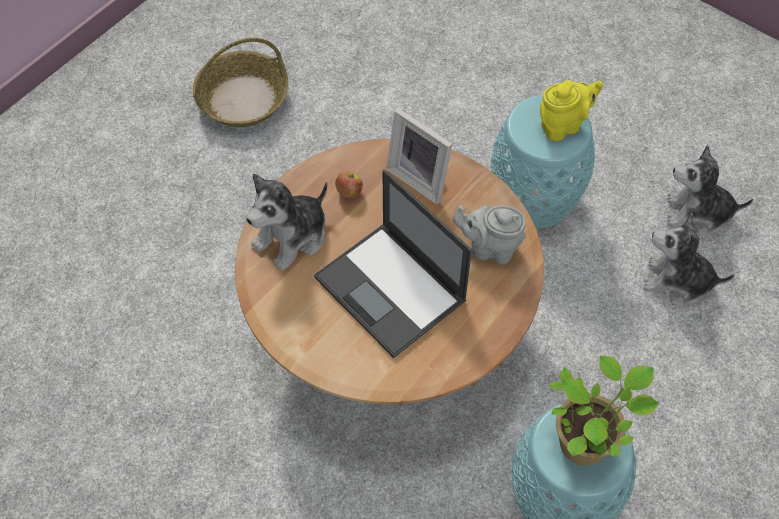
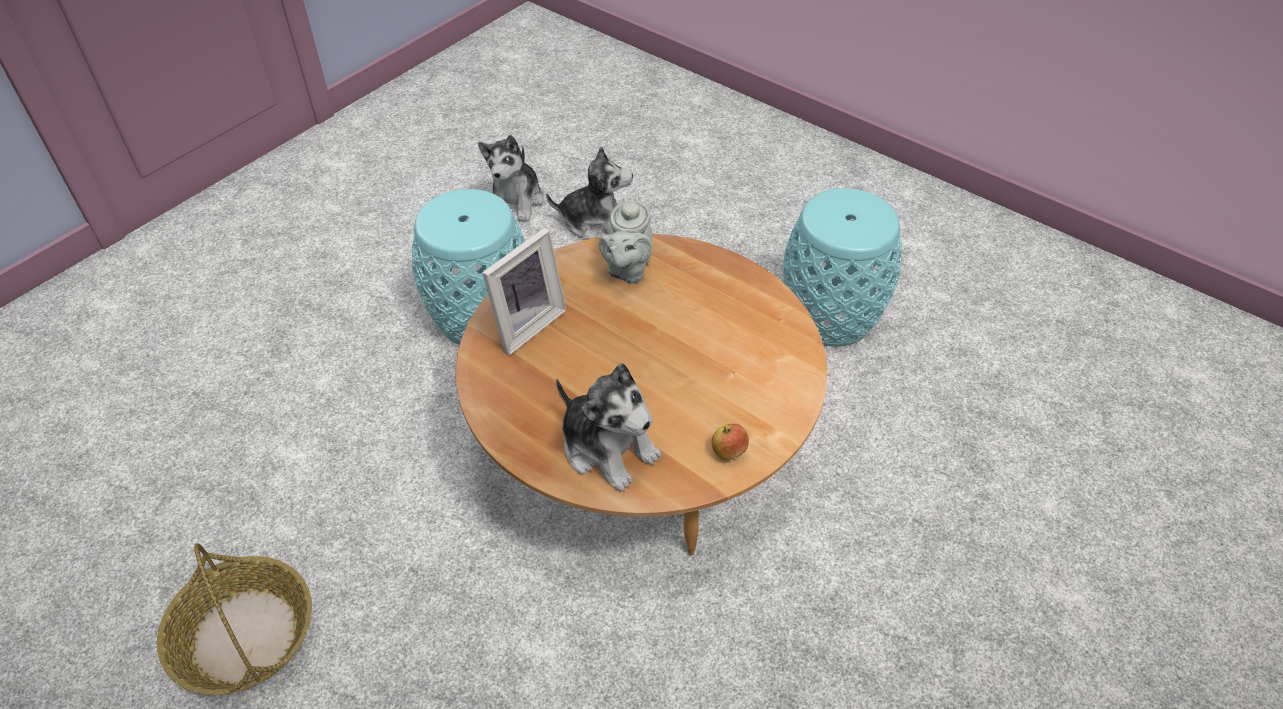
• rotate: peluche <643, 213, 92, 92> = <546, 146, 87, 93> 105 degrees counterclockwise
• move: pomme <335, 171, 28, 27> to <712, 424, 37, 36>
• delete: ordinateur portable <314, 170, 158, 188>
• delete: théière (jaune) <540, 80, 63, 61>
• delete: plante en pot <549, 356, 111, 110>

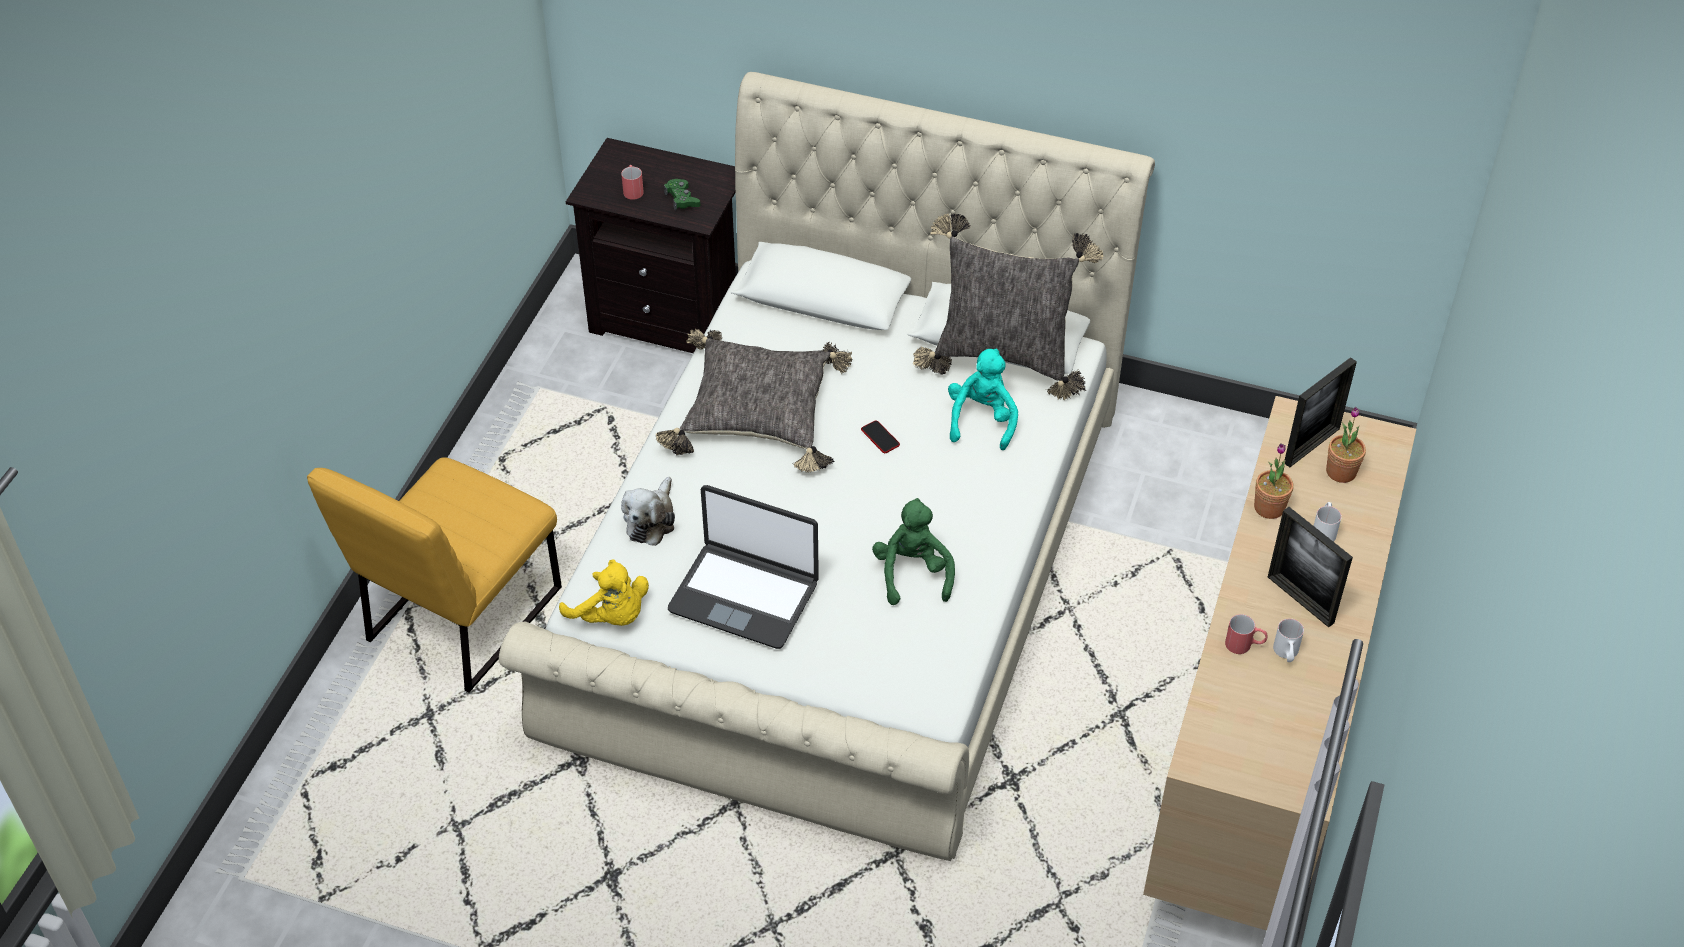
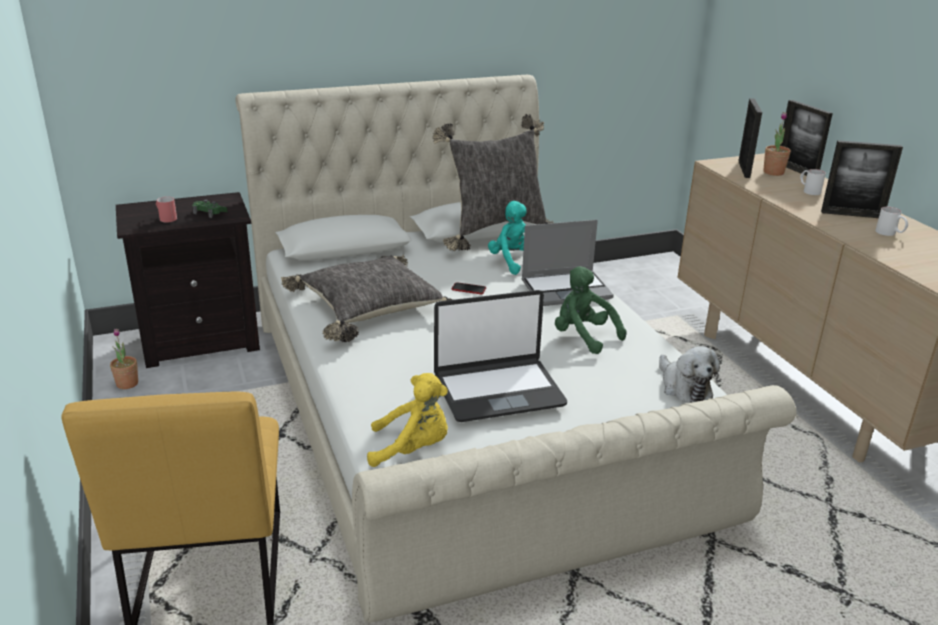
• move: plante en pot <1254, 443, 39, 76> to <110, 329, 28, 60>
• insert: ordinateur portable <521, 220, 93, 86>
• move: peluche <621, 477, 54, 69> to <659, 346, 61, 57>
• insert: cadre photo <780, 100, 53, 76>
• delete: mug (rouge) <1225, 614, 42, 40>

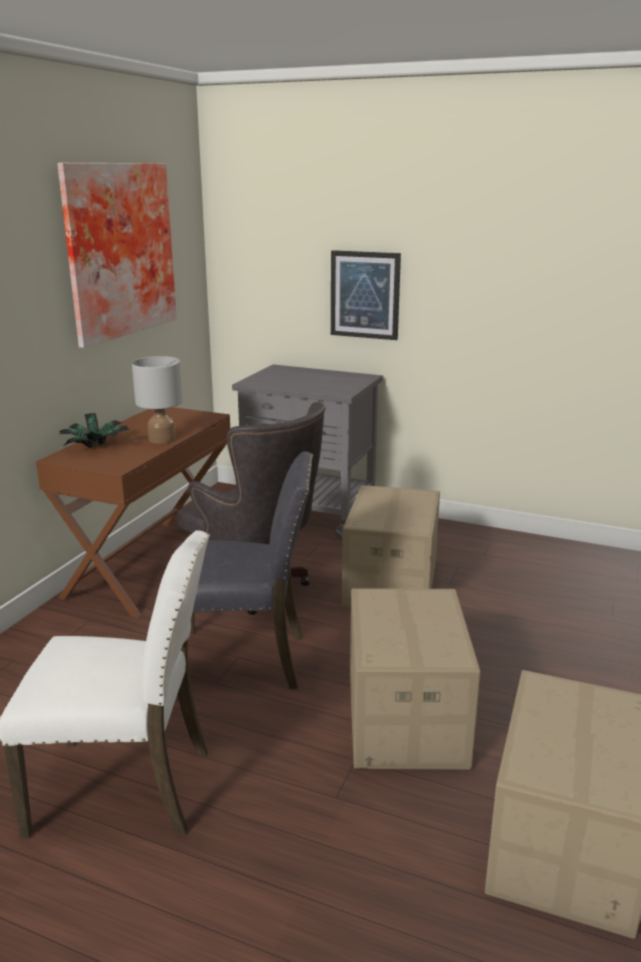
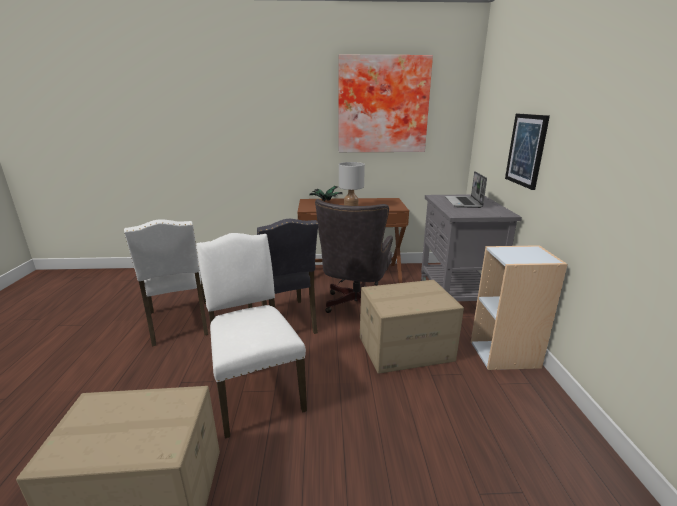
• replace: carton <350, 588, 131, 182> to chaise (blanc) <196, 233, 111, 206>
• insert: ordinateur portable <445, 171, 42, 37>
• insert: bibliothèque <471, 245, 97, 125>

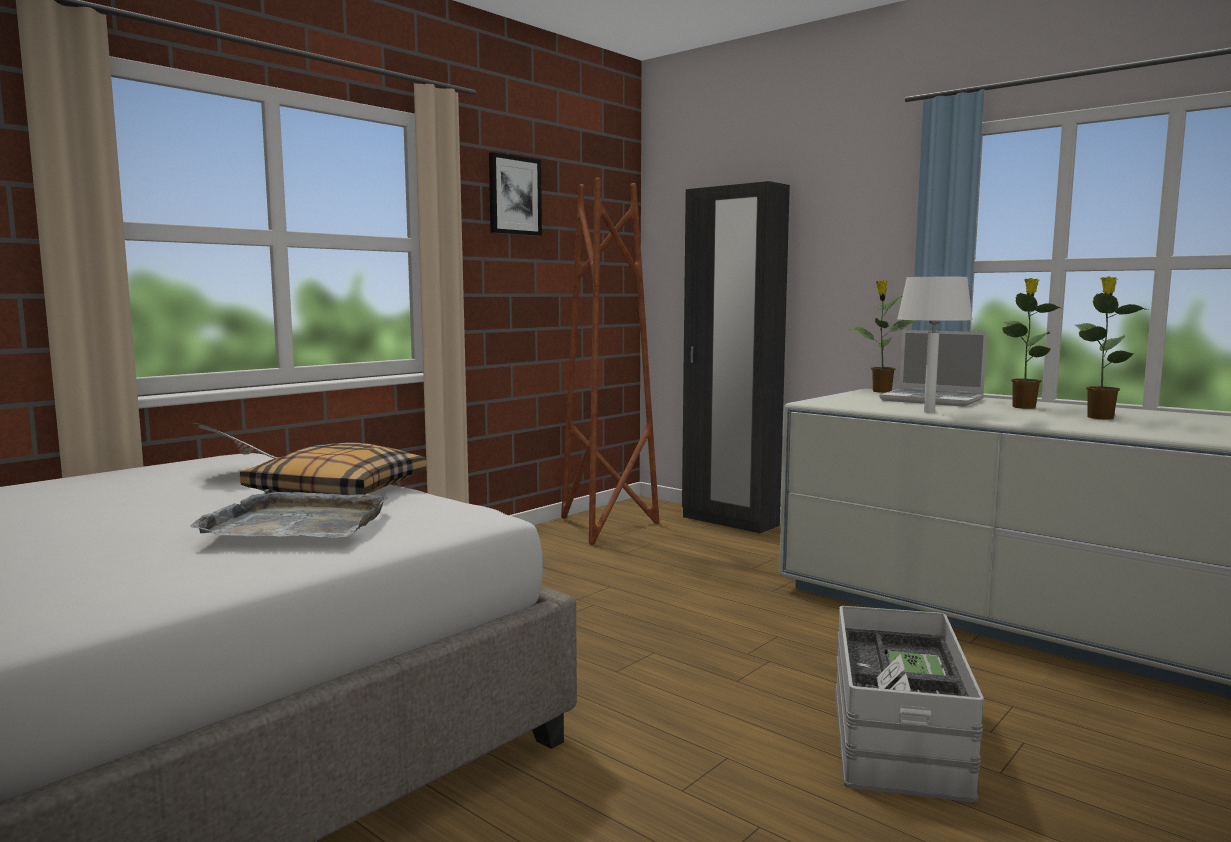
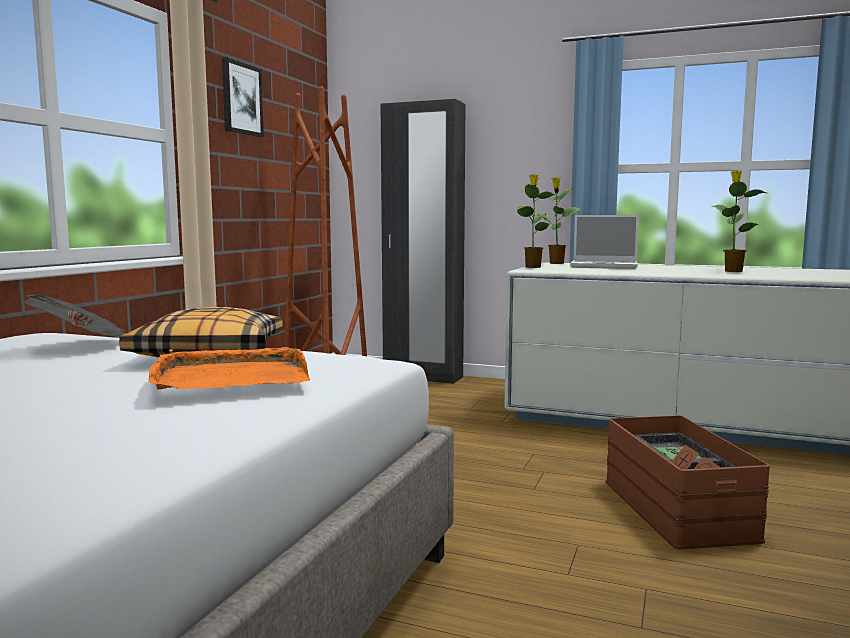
• recolor: plateau (gris) <190, 489, 198, 49> to plateau (orange) <148, 347, 162, 42>
• move: plante en pot <1002, 278, 58, 131> to <517, 174, 38, 94>
• recolor: boîte de rangement (gris) <835, 606, 149, 196> to boîte de rangement (marron) <606, 415, 164, 135>
• delete: lampe de table (blanc) <897, 277, 76, 136>

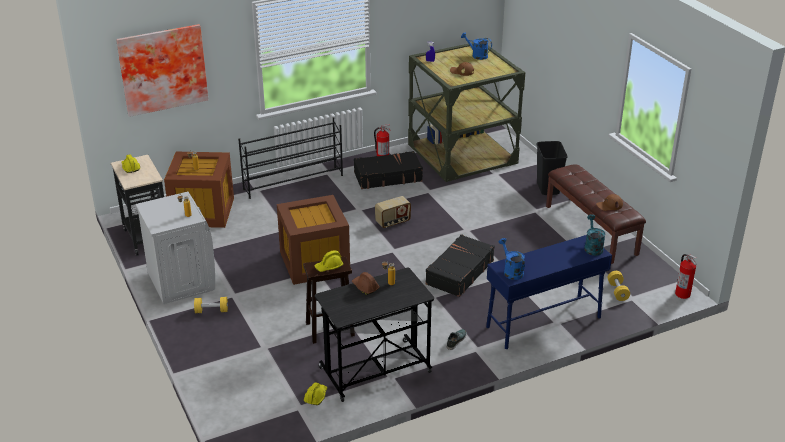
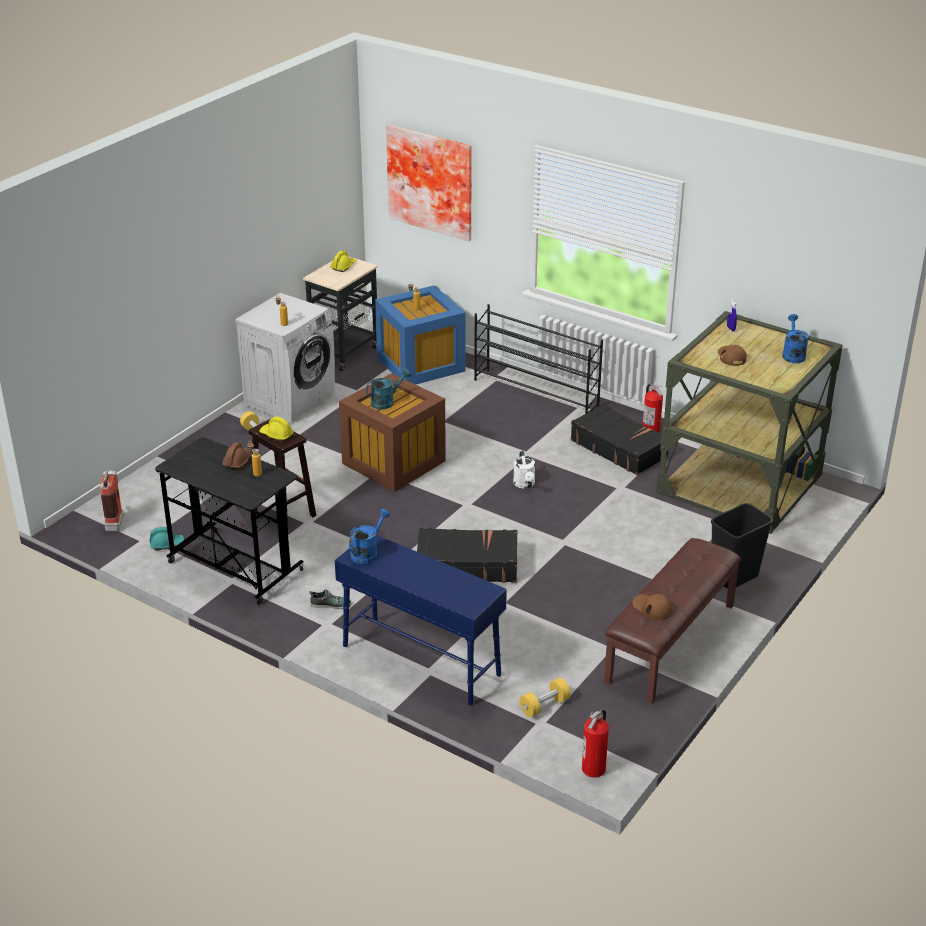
• insert: extincteur <100, 470, 24, 62>
• recolor: casque de chantier (jaune) <304, 382, 23, 23> to casque de chantier (turquoise) <150, 527, 35, 23>
• move: arrosoir (turquoise) <584, 214, 21, 42> to <366, 369, 45, 41>
• recolor: boîte de rangement (marron) <164, 152, 70, 76> to boîte de rangement (bleu) <375, 285, 91, 100>
• replace: radio <375, 196, 36, 32> to arrosoir (blanc) <513, 450, 22, 39>

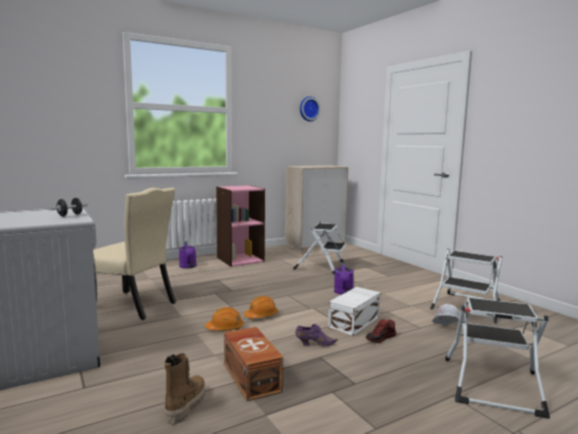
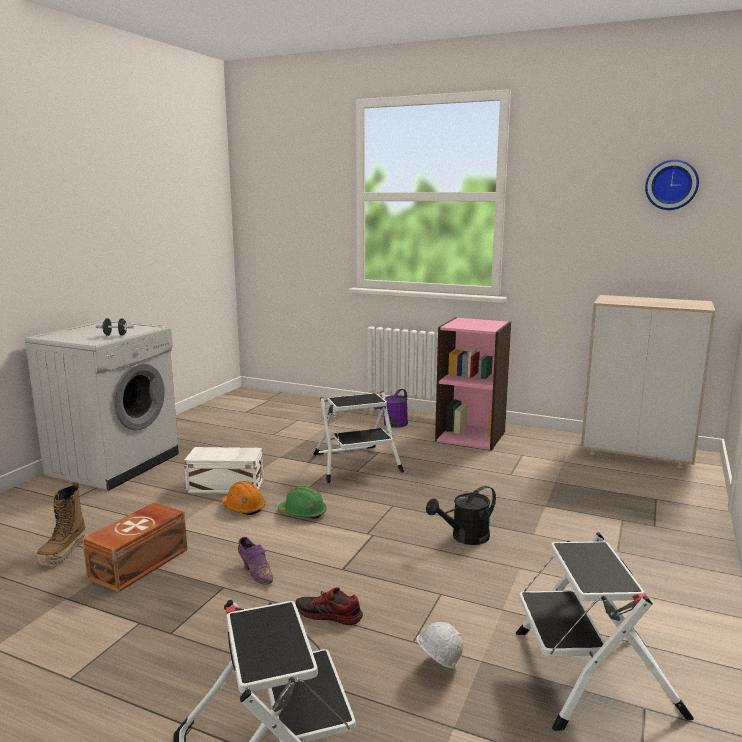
• rotate: botte <164, 354, 41, 71> = <37, 482, 49, 83> 120 degrees clockwise
• move: boîte de rangement (blanc) <328, 287, 53, 49> to <184, 447, 80, 47>
• recolor: casque de chantier (orange) <244, 296, 34, 22> to casque de chantier (vert) <278, 486, 49, 33>
• move: escabeau <292, 221, 54, 54> to <313, 391, 91, 92>
• recolor: arrosoir (violet) <334, 262, 20, 33> to arrosoir (noir) <426, 486, 70, 59>
• delete: chaise (beige) <93, 188, 83, 132>

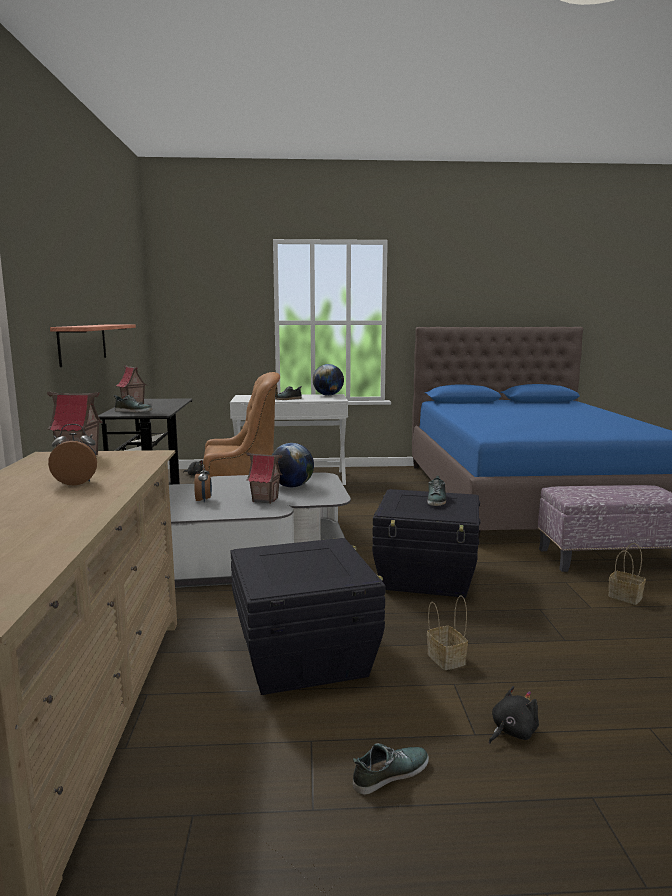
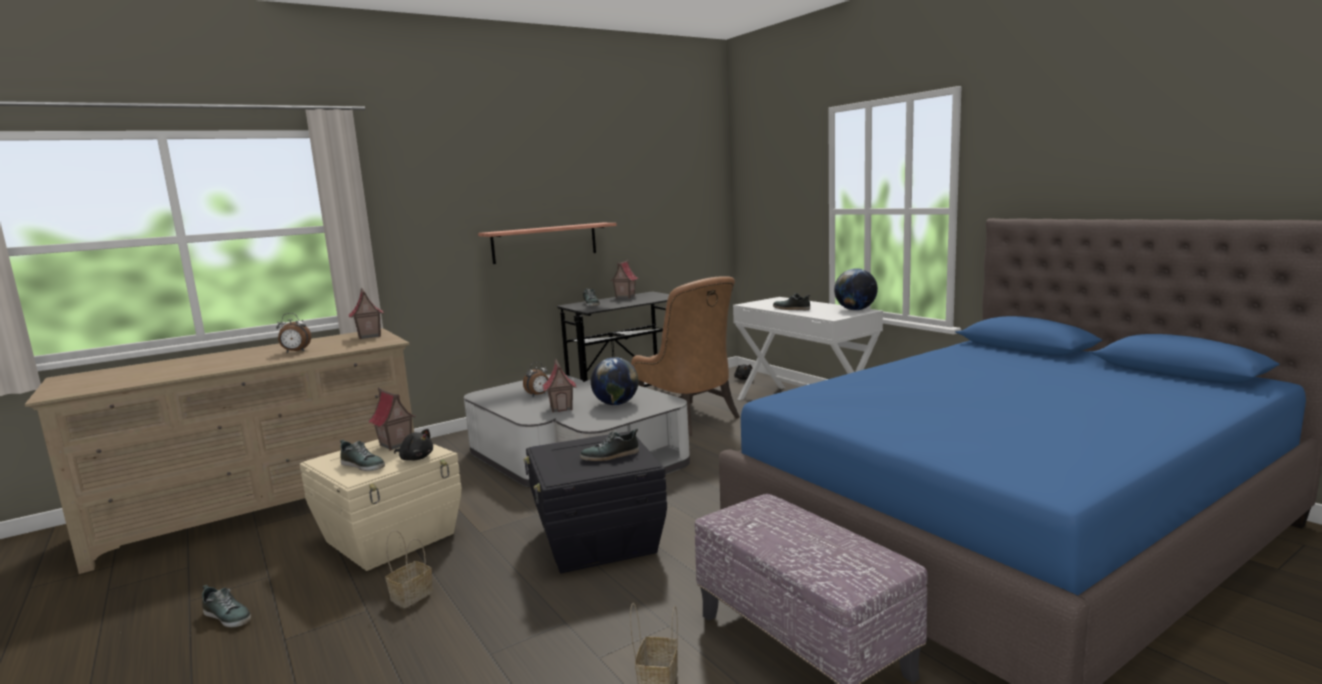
• rotate: réveil <48, 424, 49, 62> = <276, 313, 35, 40> 120 degrees clockwise
• recolor: boîte de rangement (noir) <231, 538, 154, 157> to boîte de rangement (beige) <300, 439, 162, 132>
• insert: chaussure <340, 440, 45, 31>
• insert: maison miniature <369, 387, 47, 64>
• move: peluche (noir) <489, 686, 50, 58> to <394, 429, 39, 31>

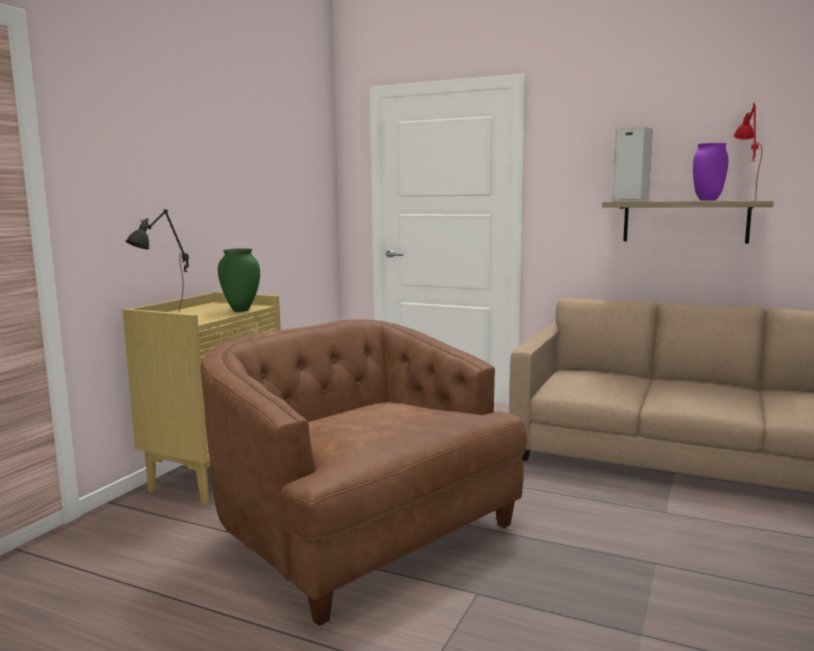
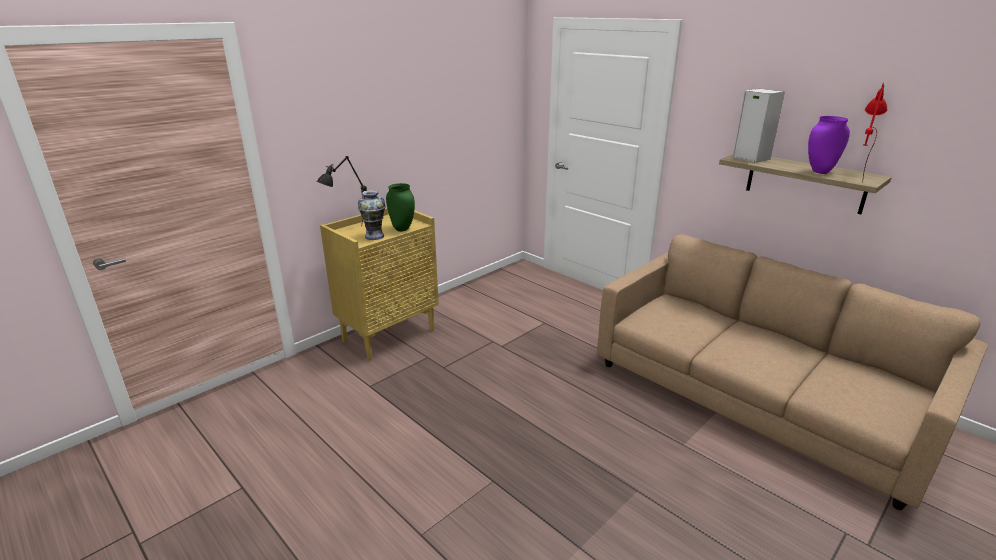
• insert: vase <358, 190, 28, 50>
• delete: fauteuil (marron) <201, 319, 326, 307>

